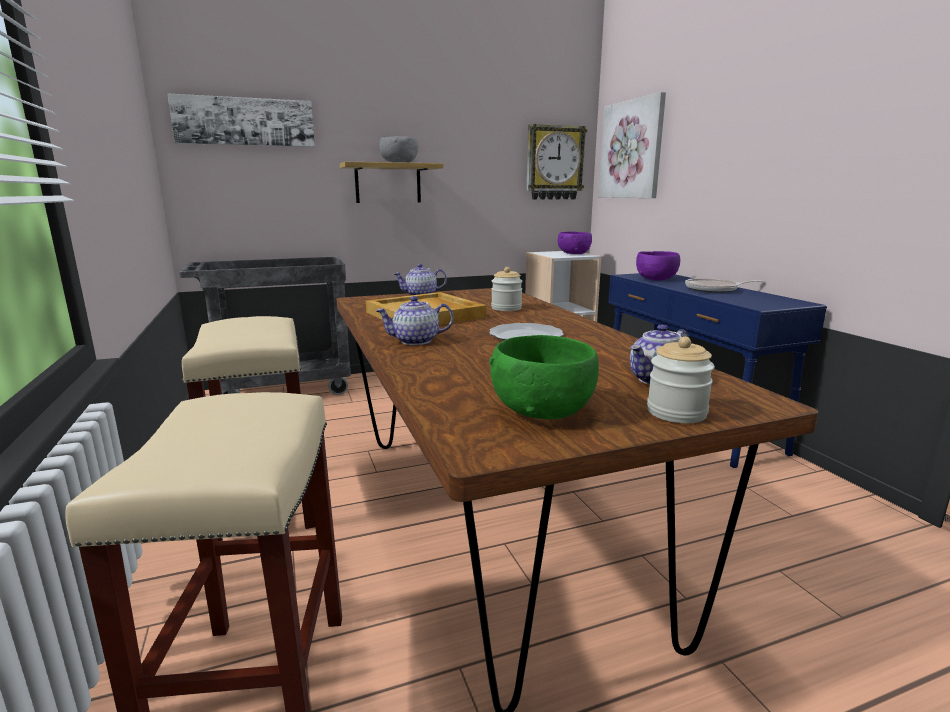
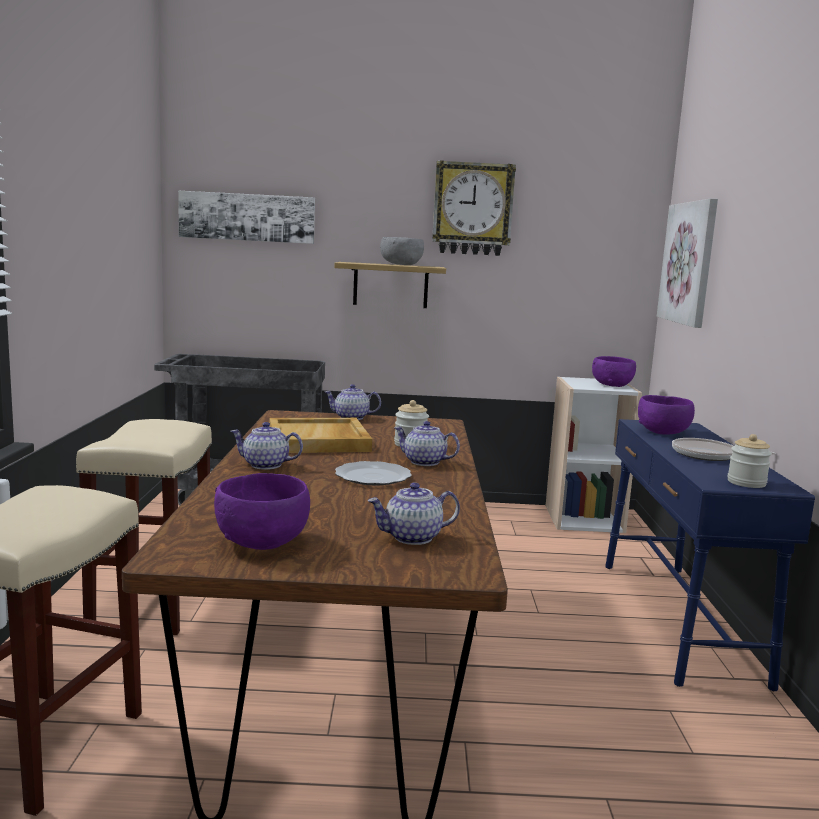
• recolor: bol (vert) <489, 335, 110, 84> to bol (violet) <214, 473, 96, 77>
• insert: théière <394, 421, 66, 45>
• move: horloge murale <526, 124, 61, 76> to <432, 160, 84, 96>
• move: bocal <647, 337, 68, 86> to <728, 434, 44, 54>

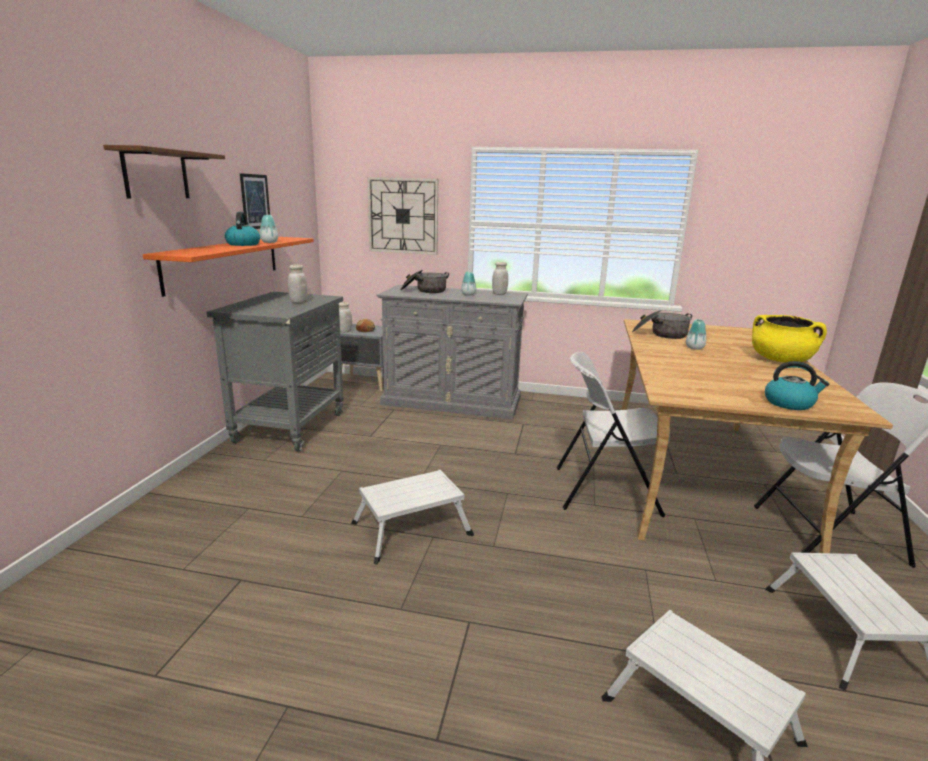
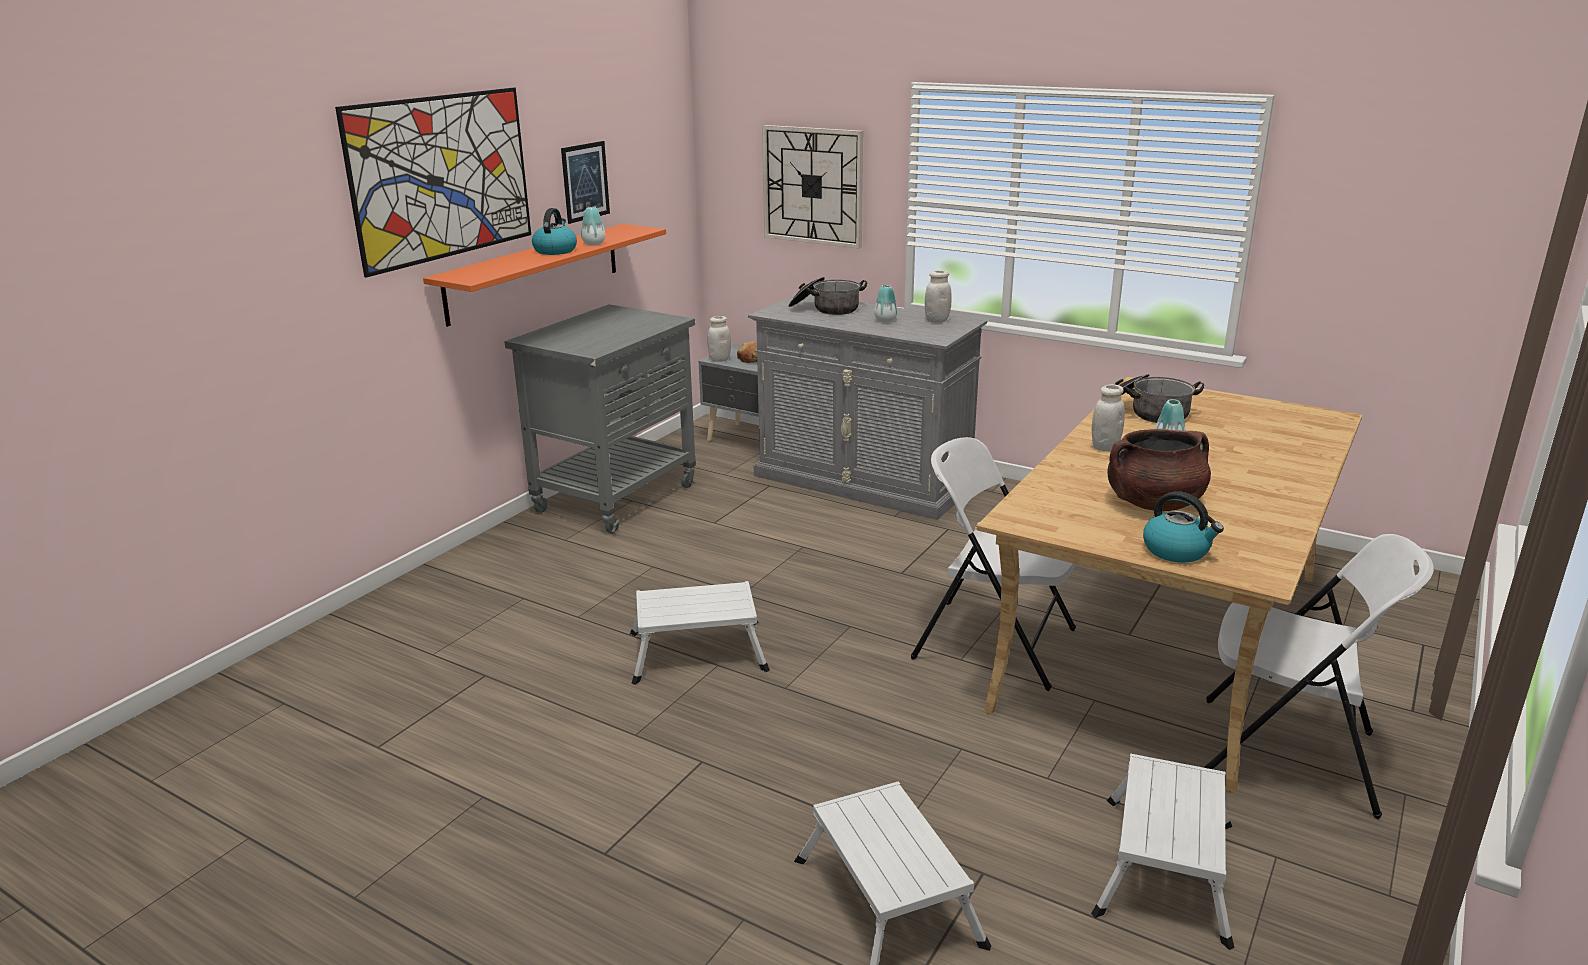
• replace: étagère (marron) <103, 145, 122, 53> to tableau <335, 88, 196, 190>
• move: bocal (blanc) <288, 265, 19, 38> to <1092, 384, 33, 67>
• insert: marmite (marron) <1107, 429, 104, 82>
• delete: marmite (jaune) <752, 315, 75, 47>

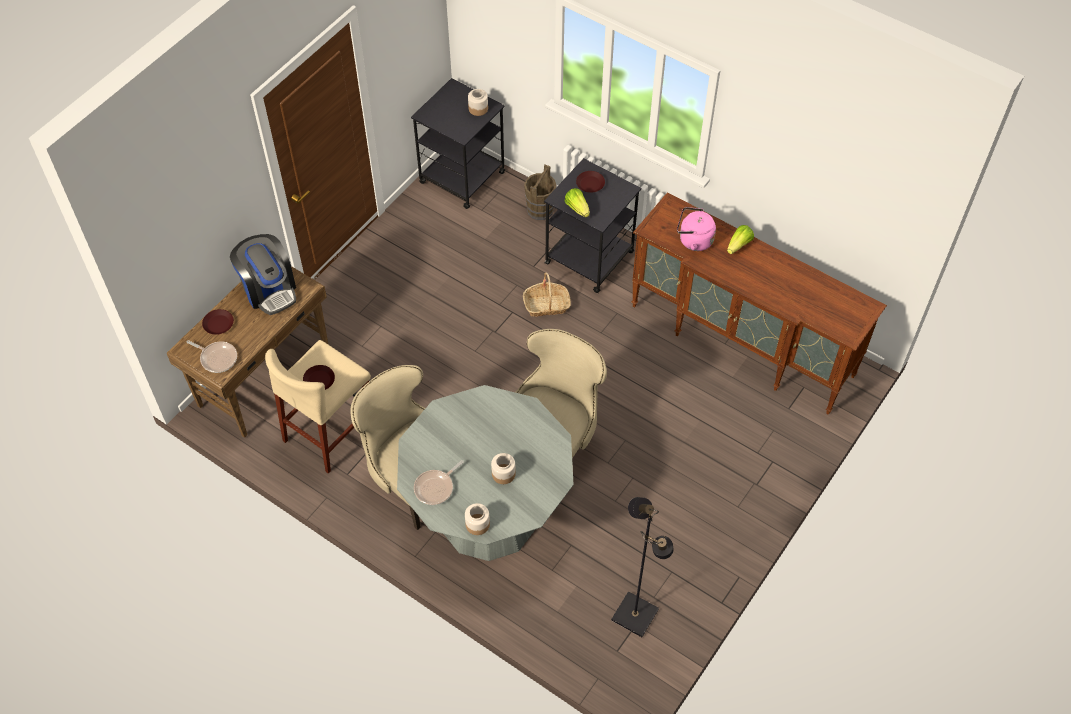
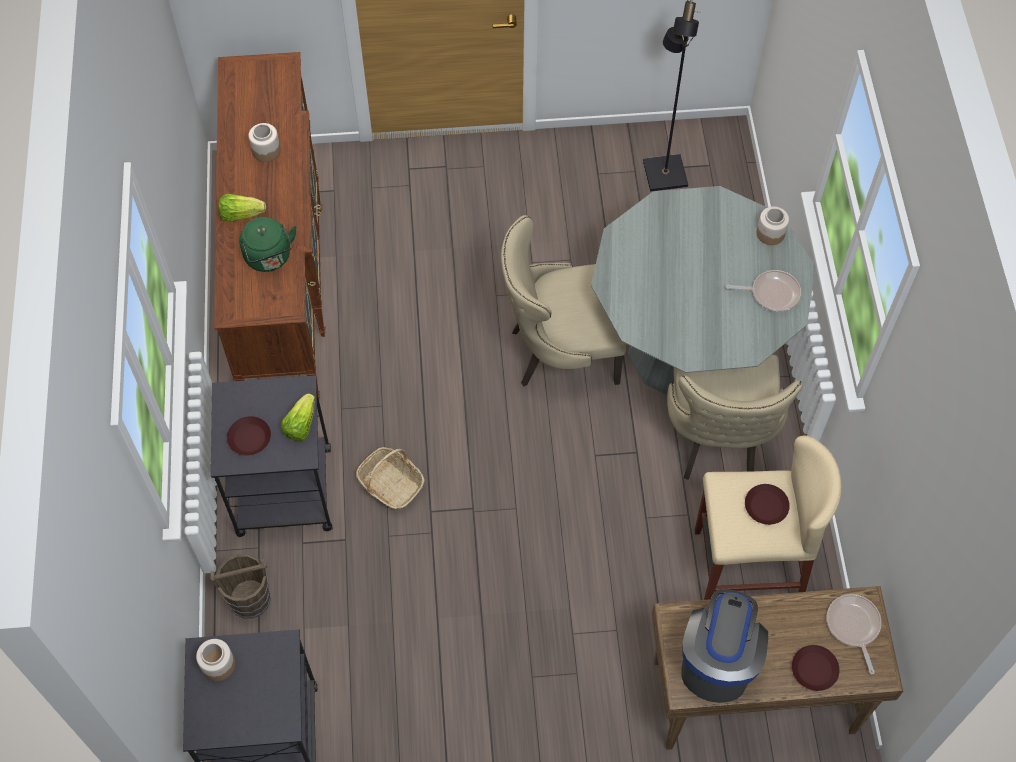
• recolor: bouilloire (rose) <677, 207, 39, 44> to bouilloire (vert) <239, 217, 58, 55>
• move: bocal <491, 453, 25, 31> to <248, 123, 33, 39>

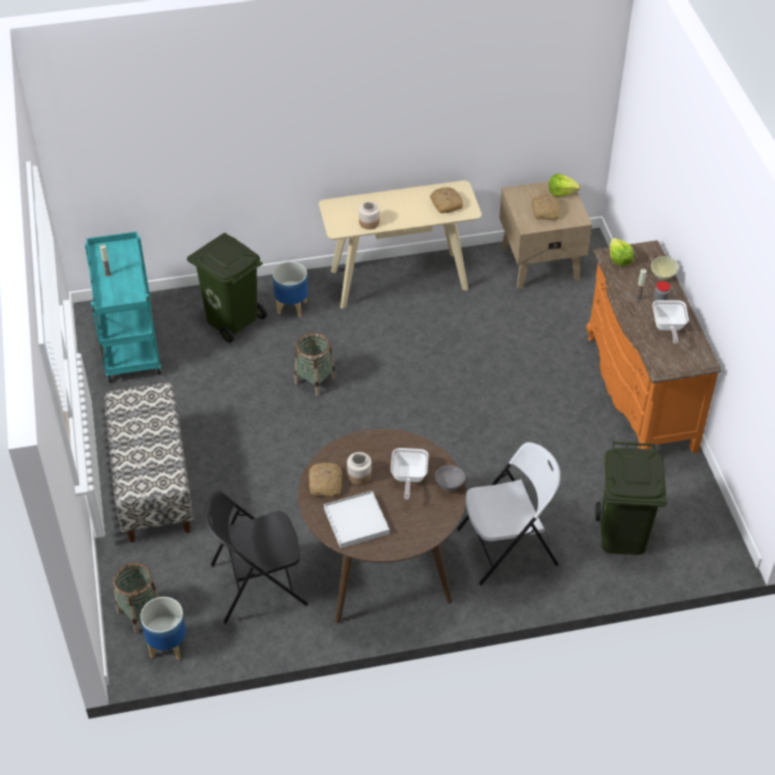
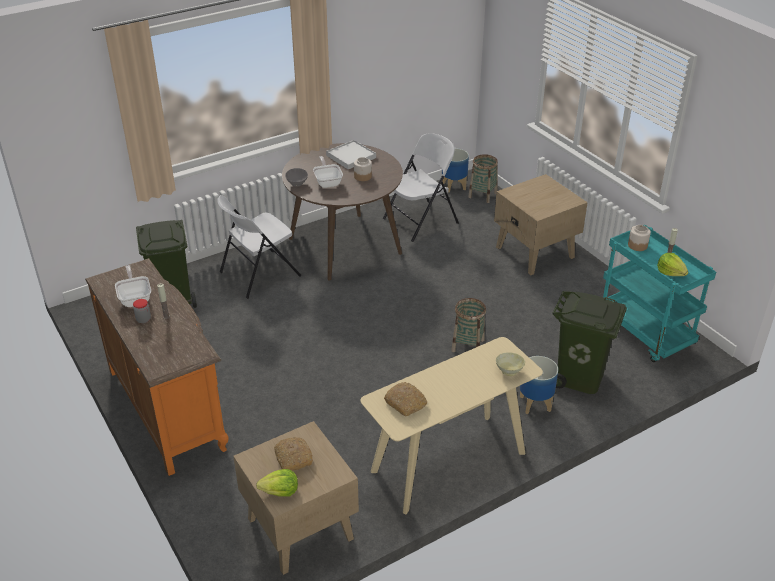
• recolor: chaise (noir) <204, 491, 104, 133> to chaise (blanc) <383, 133, 76, 109>
• replace: banc <104, 382, 89, 160> to table de chevet (beige) <494, 174, 94, 101>
• move: bol (beige) <651, 256, 28, 24> to <496, 352, 29, 24>
• move: bocal <359, 202, 21, 28> to <628, 225, 23, 26>
• move: laitue <610, 238, 24, 28> to <657, 253, 31, 23>
• delete: pain <309, 463, 33, 34>

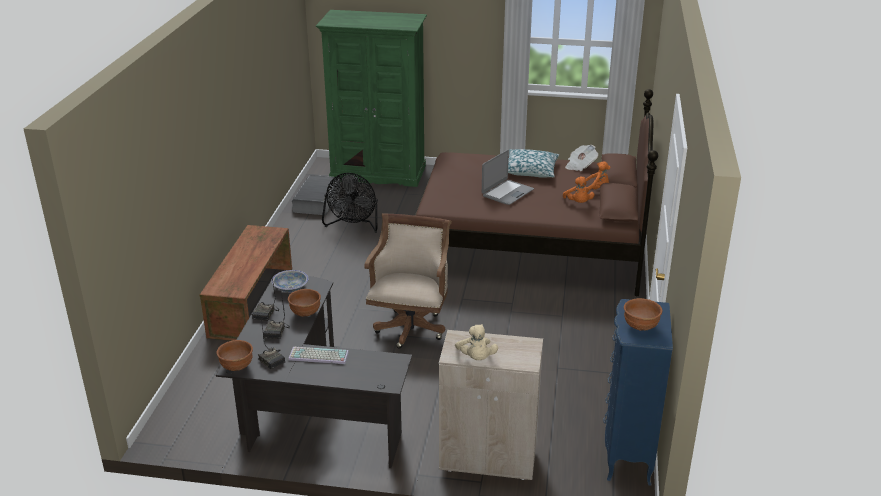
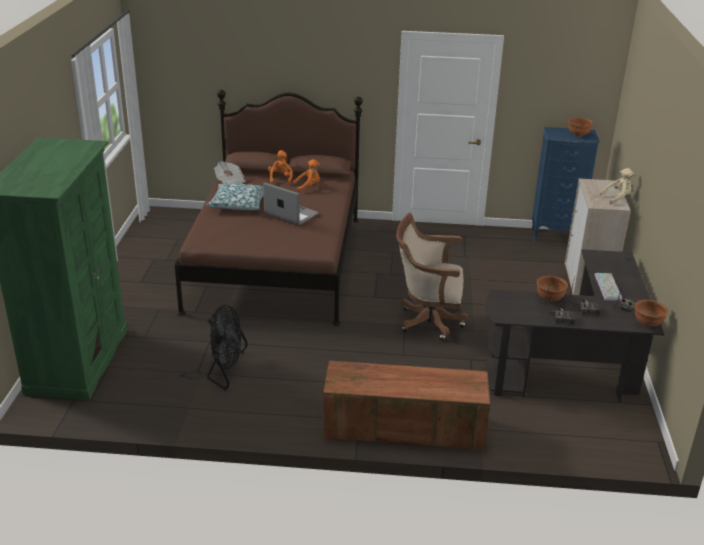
• delete: bol <271, 270, 38, 22>
• delete: boîte de rangement (gris) <292, 175, 49, 40>

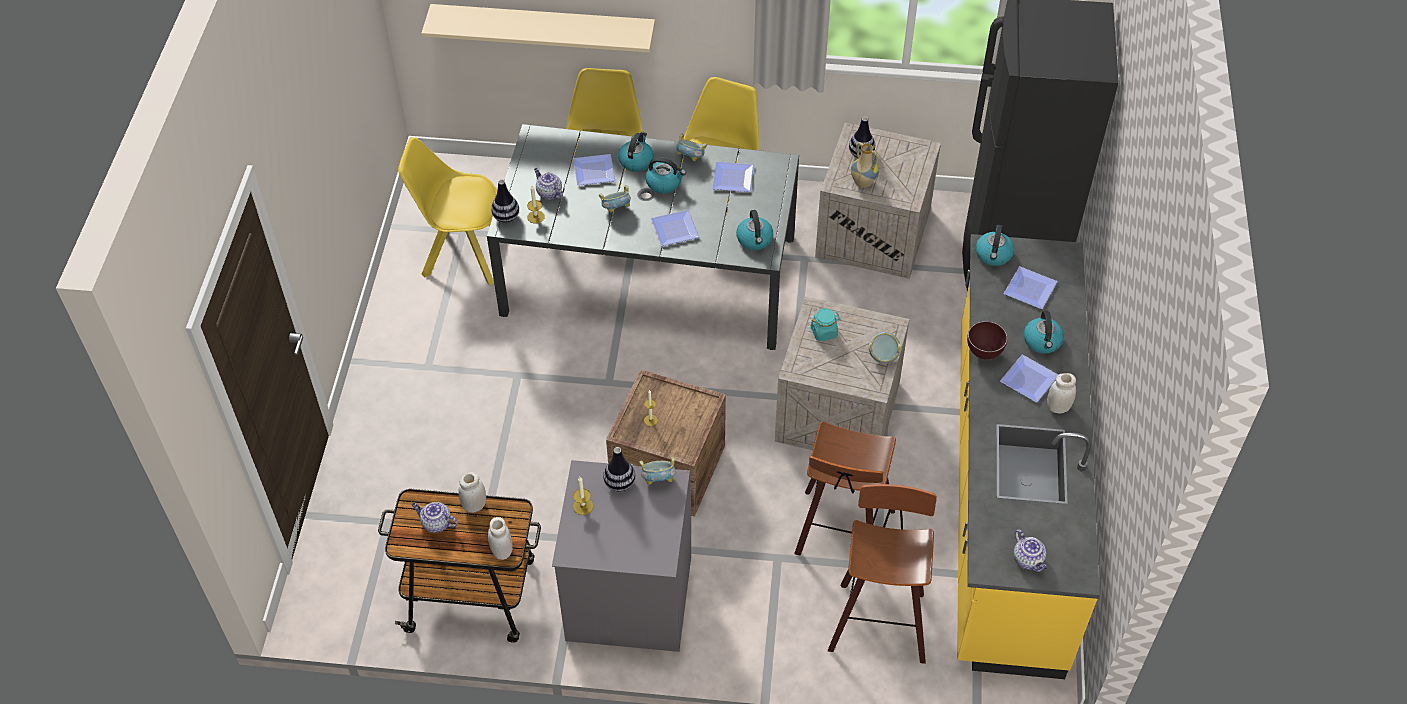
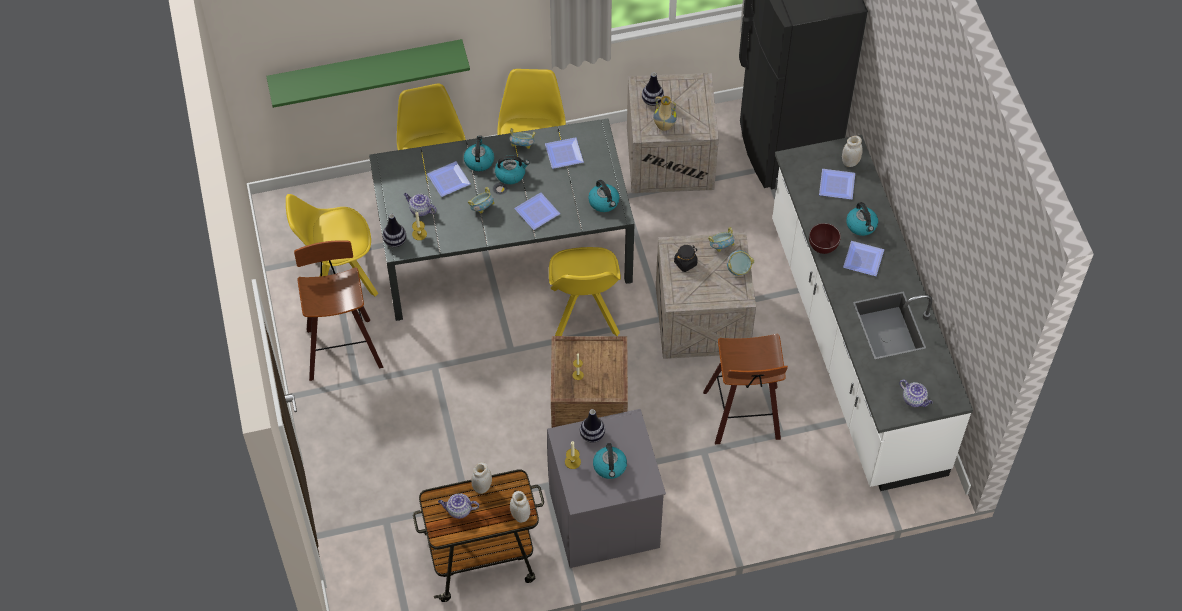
• recolor: étagère (beige) <421, 4, 234, 48> to étagère (vert) <266, 39, 204, 69>
• move: tabouret <828, 484, 109, 180> to <294, 240, 89, 141>
• insert: chaise (jaune) <549, 247, 72, 89>
• move: bouilloire <976, 225, 38, 41> to <593, 443, 34, 36>
• recolor: bocal (turquoise) <810, 308, 30, 34> to bocal (noir) <674, 245, 24, 27>
• move: bol <639, 457, 36, 28> to <708, 227, 27, 25>
• recolor: comptoir de cuisine (jaune) <957, 234, 143, 445> to comptoir de cuisine (blanc) <772, 135, 201, 356>
• move: bocal (blanc) <1047, 373, 29, 40> to <842, 136, 21, 31>

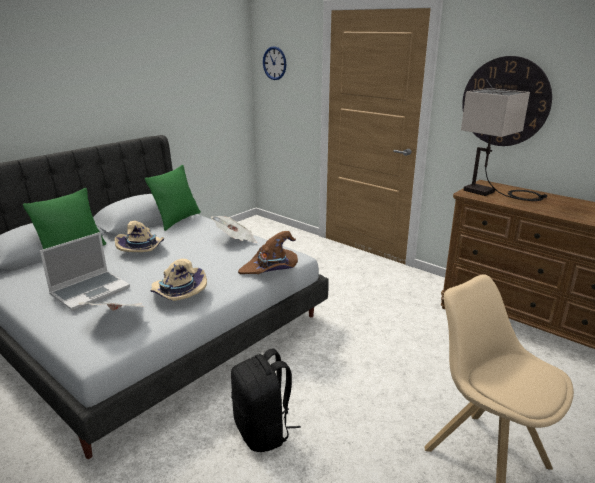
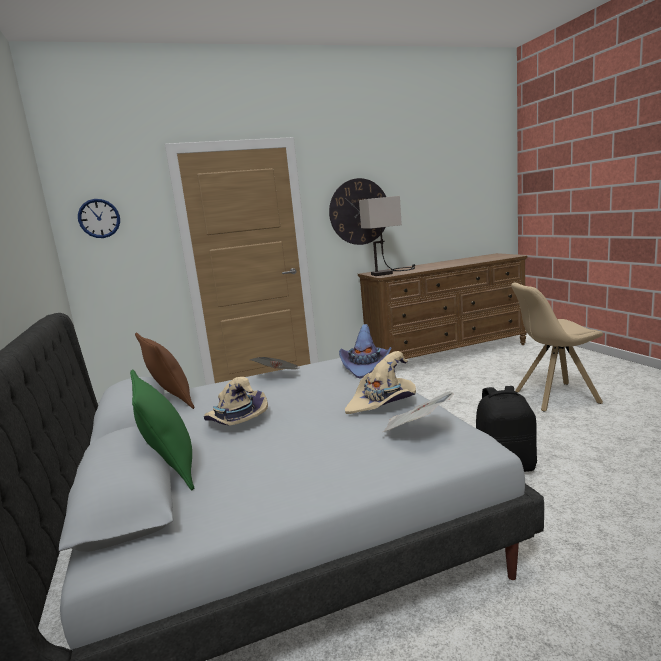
• recolor: coussin (vert) <145, 165, 56, 66> to coussin (marron) <135, 333, 60, 76>
• recolor: chapeau (marron) <238, 231, 60, 43> to chapeau (violet) <339, 324, 53, 55>
• delete: ordinateur portable <40, 232, 90, 79>

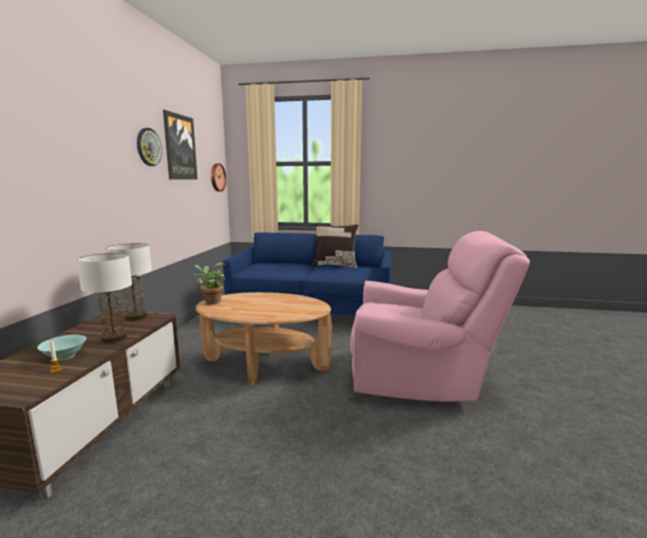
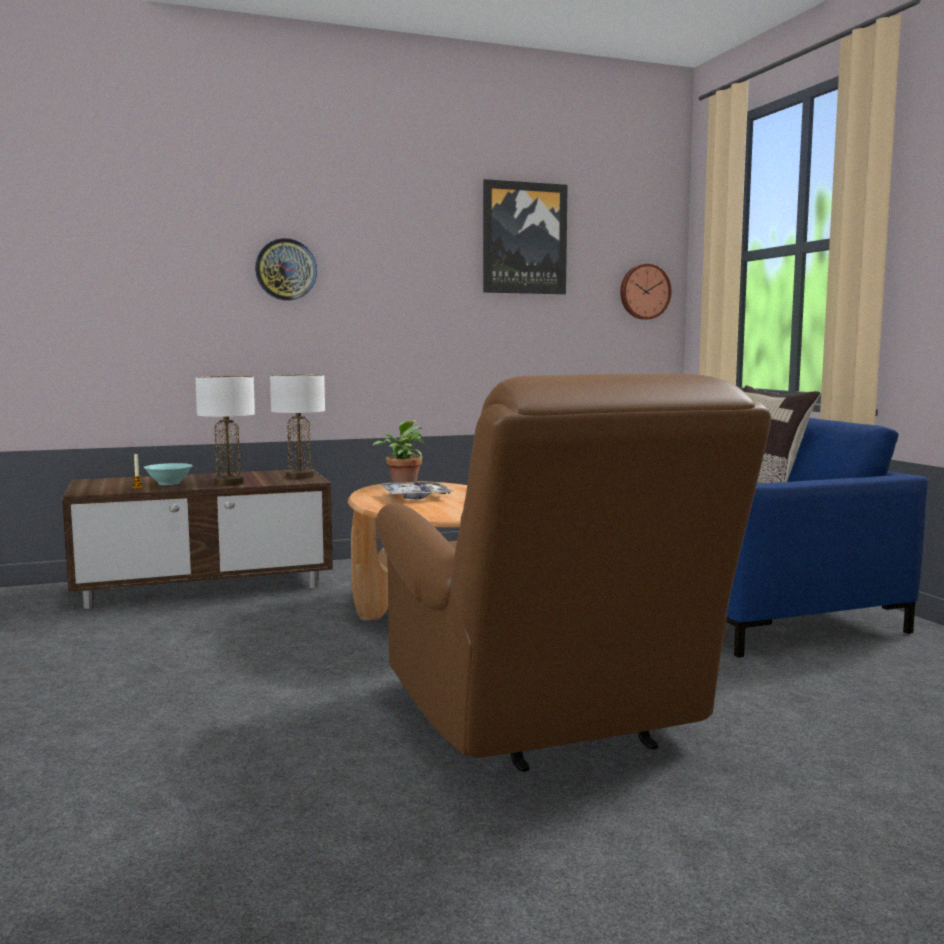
• move: horloge murale <137, 128, 25, 38> to <255, 238, 62, 63>
• recolor: fauteuil (rose) <350, 231, 180, 170> to fauteuil (marron) <376, 374, 396, 398>
• insert: plateau <381, 482, 72, 17>

